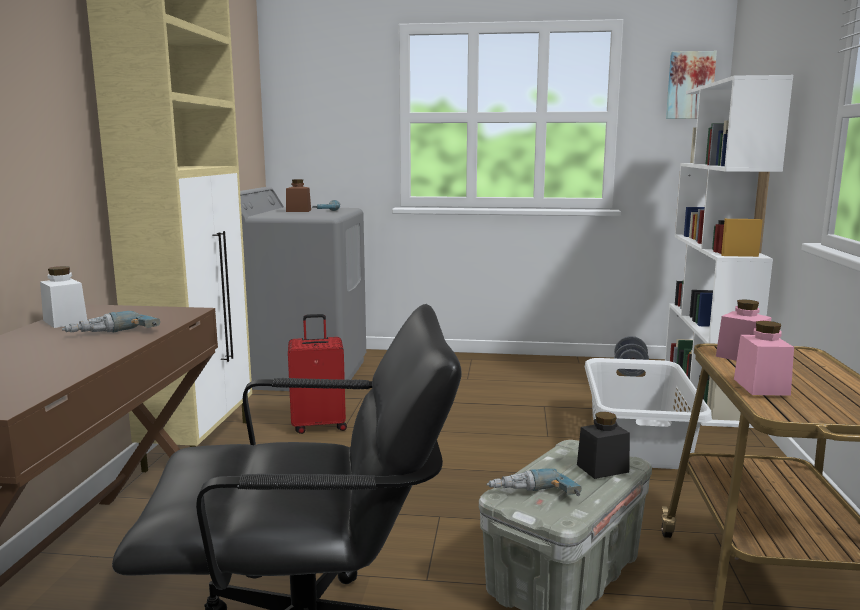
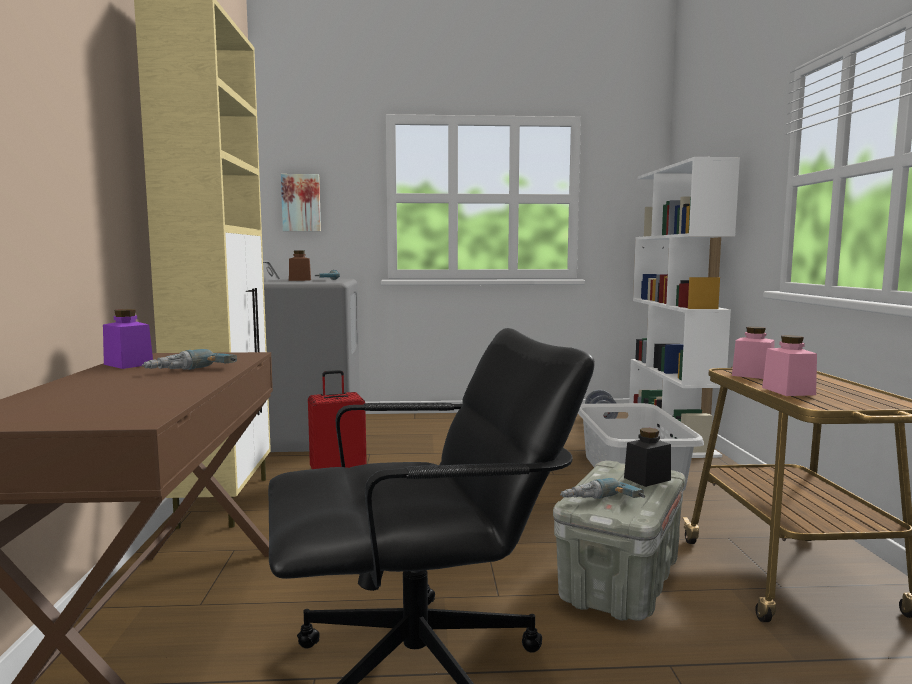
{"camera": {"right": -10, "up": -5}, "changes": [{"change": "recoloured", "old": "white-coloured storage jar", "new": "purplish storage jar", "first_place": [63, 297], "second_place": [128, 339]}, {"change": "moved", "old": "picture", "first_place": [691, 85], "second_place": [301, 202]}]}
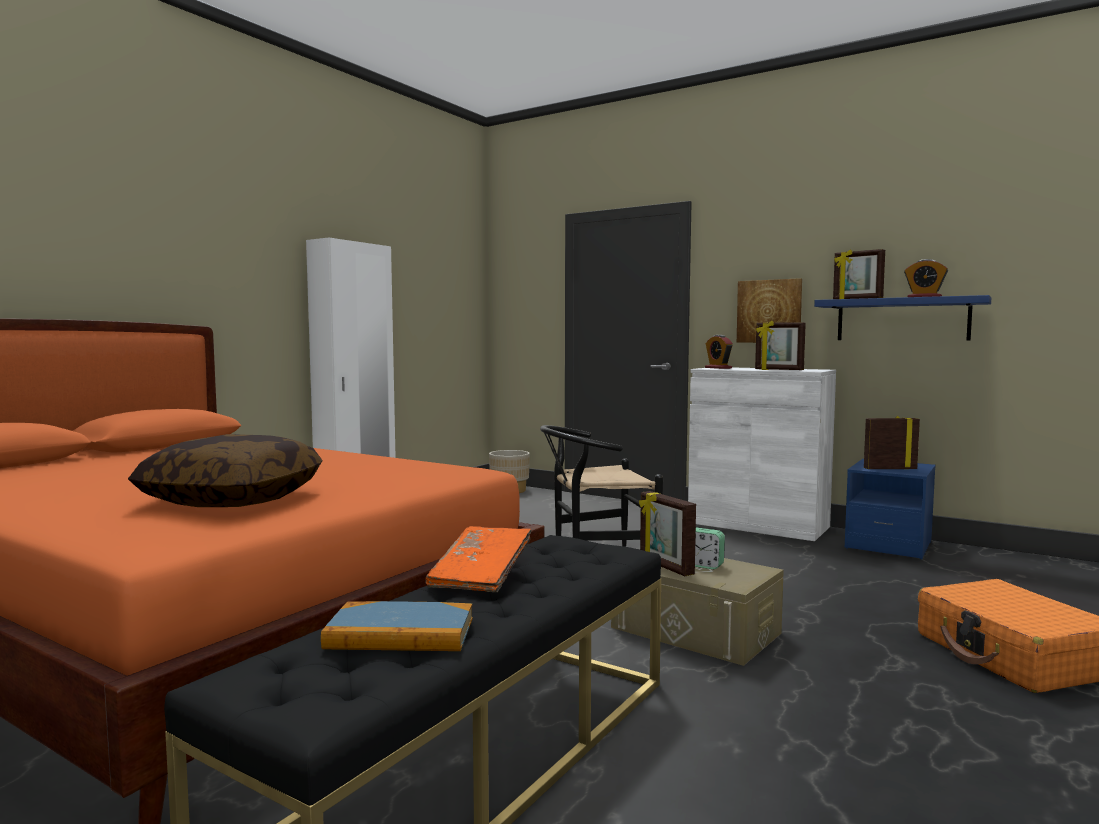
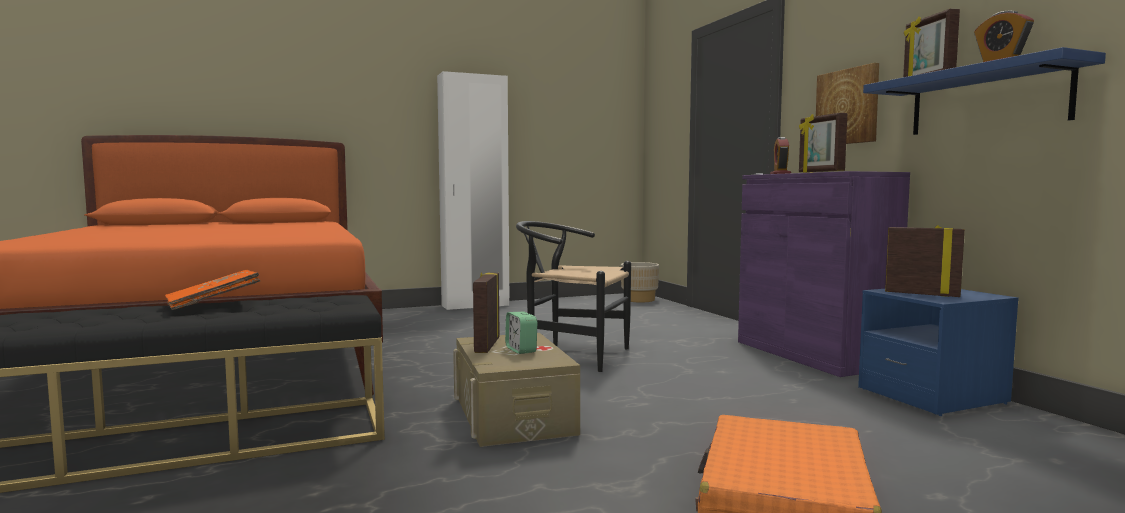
{"camera": {"right": 35, "up": 0}, "changes": [{"change": "removed", "old": "throw pillow", "first_place": [225, 470]}, {"change": "removed", "old": "volume", "first_place": [397, 626]}, {"change": "recoloured", "old": "white-coloured cupboard", "new": "purplish cupboard", "first_place": [762, 454], "second_place": [824, 274]}]}
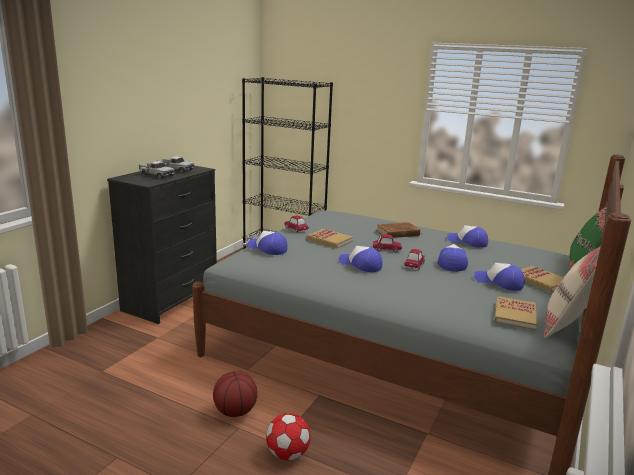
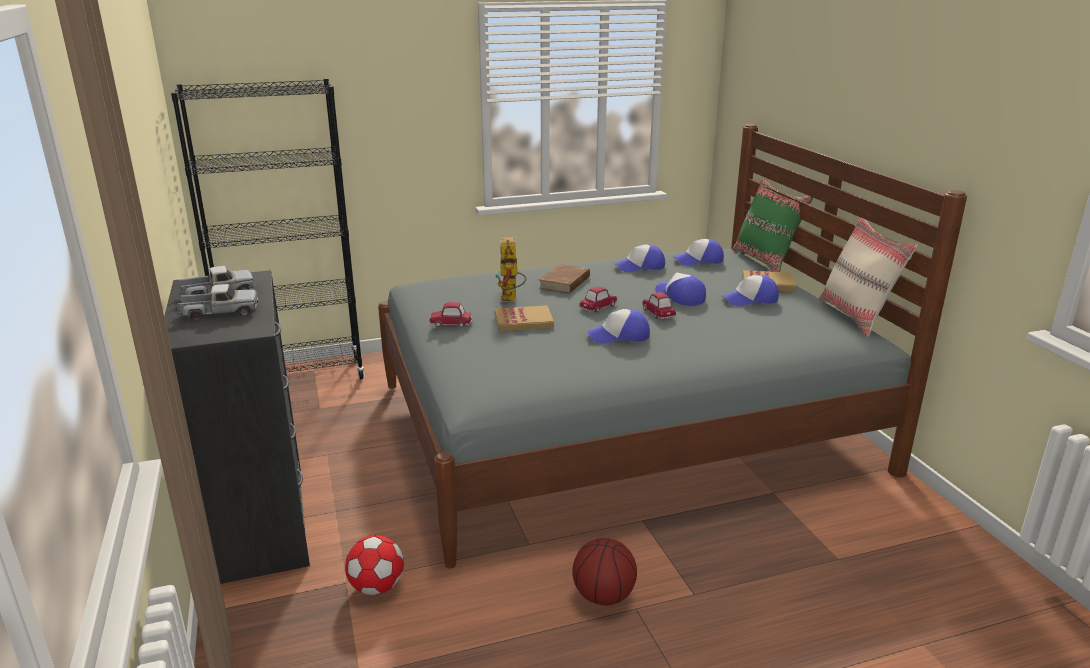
{"camera": {"right": -45, "up": 5}, "changes": [{"change": "moved", "old": "cap", "first_place": [267, 243], "second_place": [699, 252]}, {"change": "moved", "old": "ball for football", "first_place": [288, 437], "second_place": [374, 565]}, {"change": "removed", "old": "volume", "first_place": [516, 313]}, {"change": "added", "new": "robot figure", "second_place": [510, 269]}]}
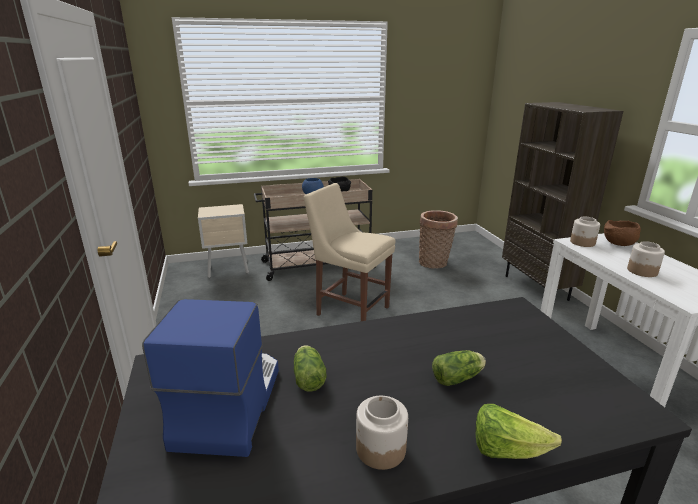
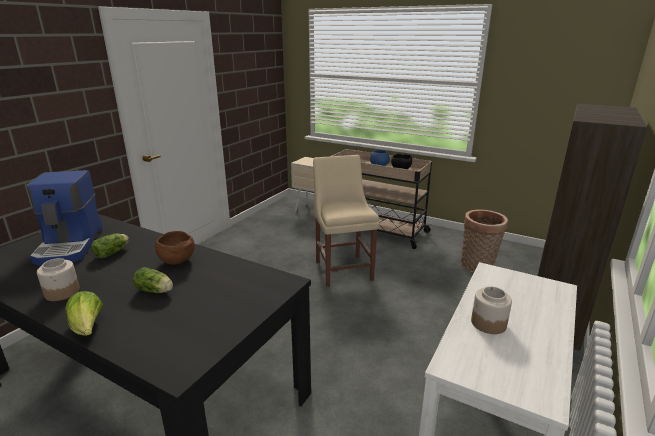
{"camera": {"right": 45, "up": 0}, "changes": [{"change": "turned", "old": "coffee maker", "first_place": [210, 378], "second_place": [65, 218], "degrees": 120}, {"change": "removed", "old": "storage jar", "first_place": [585, 232]}, {"change": "moved", "old": "brown-coloured serving bowl", "first_place": [622, 233], "second_place": [175, 248]}]}
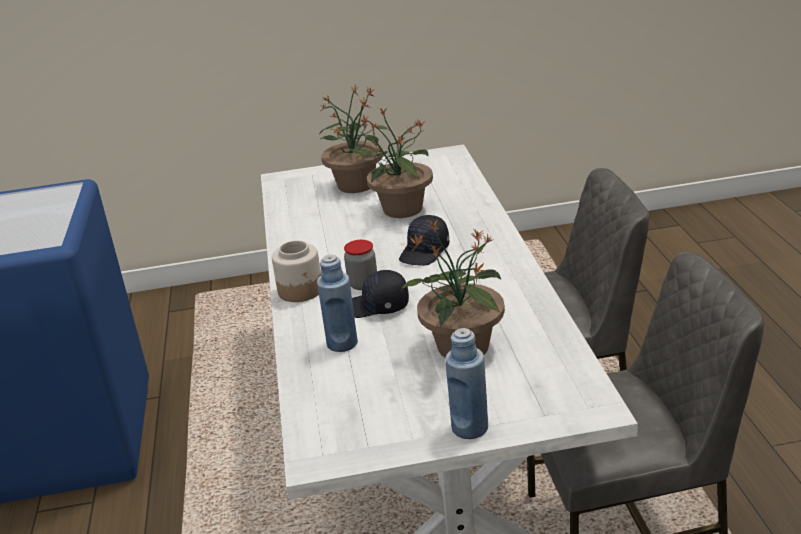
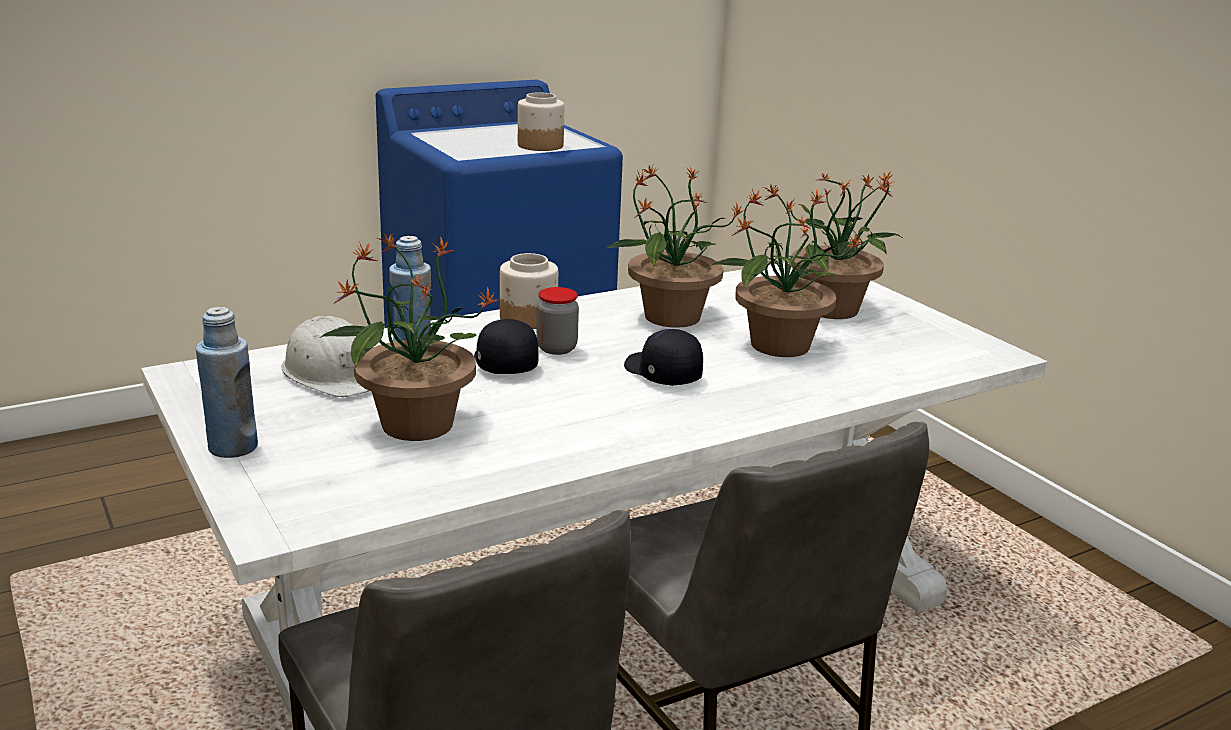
{"camera": {"right": 65, "up": -5}, "changes": [{"change": "turned", "old": "black cap", "first_place": [424, 240], "second_place": [663, 357], "degrees": 45}, {"change": "added", "new": "white-coloured hard hat", "second_place": [325, 356]}, {"change": "added", "new": "storage jar", "second_place": [541, 121]}, {"change": "added", "new": "potted plant", "second_place": [675, 246]}]}
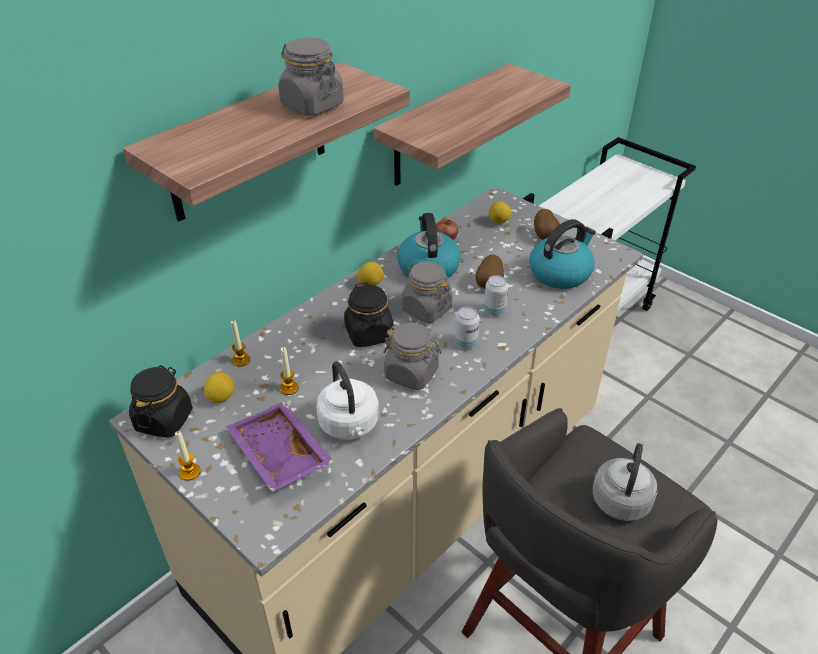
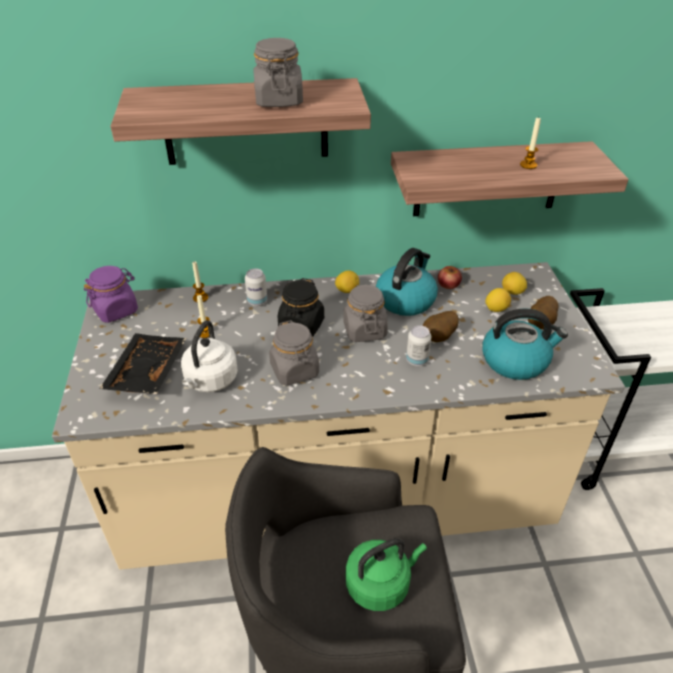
{"camera": {"right": 40, "up": 0}, "changes": [{"change": "recoloured", "old": "black storage jar", "new": "purplish storage jar", "first_place": [161, 401], "second_place": [111, 294]}, {"change": "moved", "old": "wax candle", "first_place": [188, 456], "second_place": [530, 143]}, {"change": "moved", "old": "whole lemon", "first_place": [219, 387], "second_place": [498, 300]}, {"change": "recoloured", "old": "purplish tray", "new": "black tray", "first_place": [280, 447], "second_place": [142, 363]}, {"change": "moved", "old": "can", "first_place": [467, 327], "second_place": [256, 287]}, {"change": "recoloured", "old": "greyish tea kettle", "new": "greenish tea kettle", "first_place": [624, 481], "second_place": [386, 574]}]}
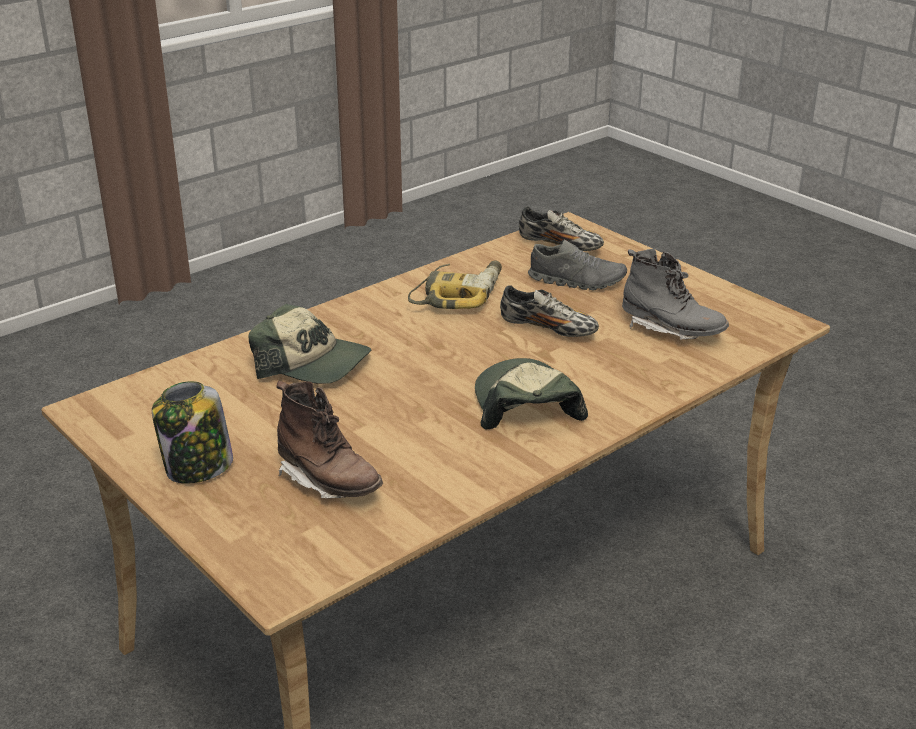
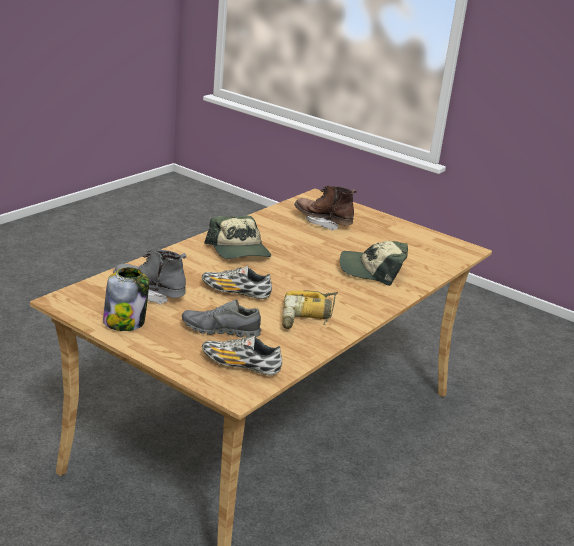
{"camera": {"right": 165, "up": -5}, "changes": [{"change": "moved", "old": "storage jar", "first_place": [192, 432], "second_place": [126, 299]}]}
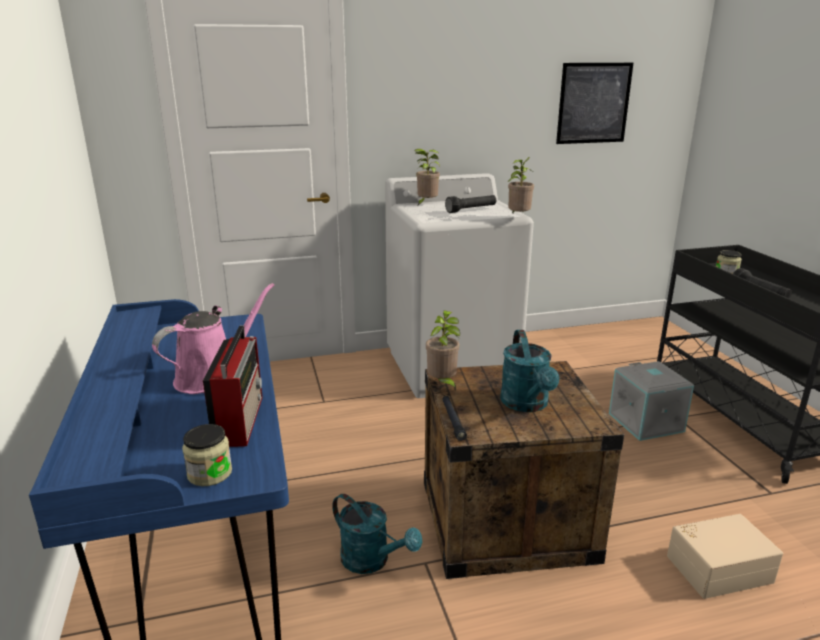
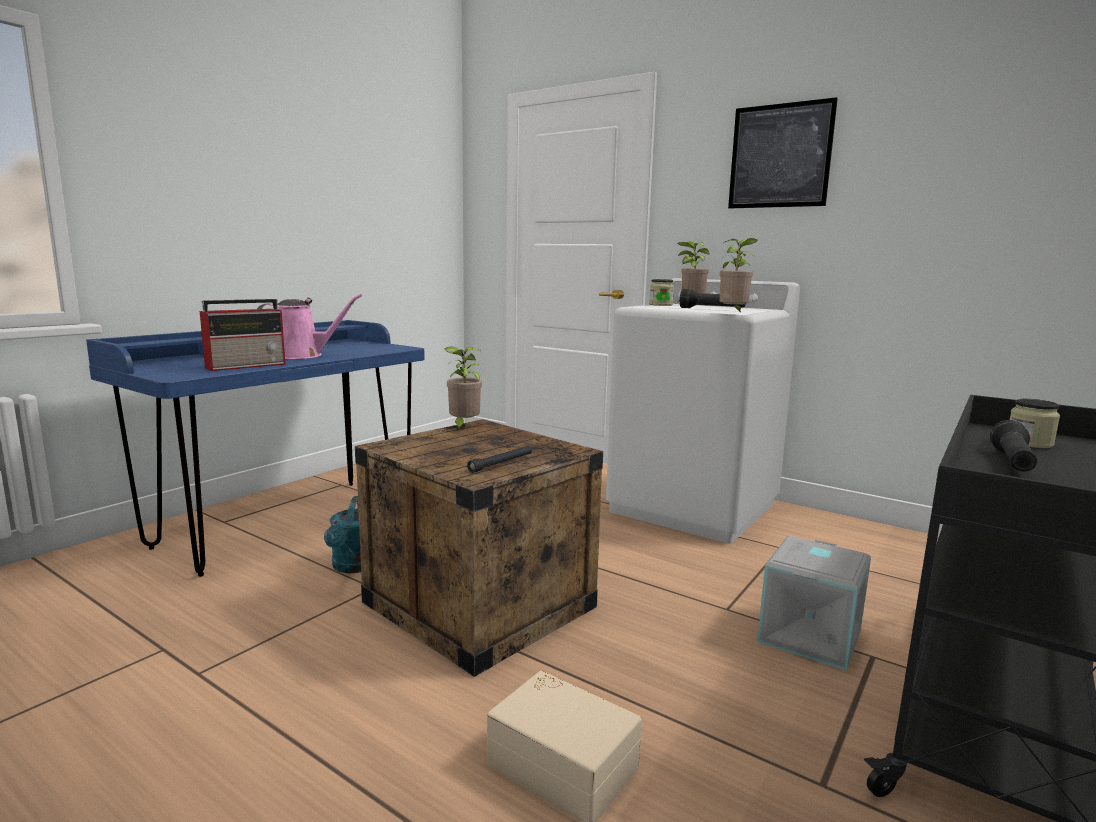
{"camera": {"right": 50, "up": -10}, "changes": [{"change": "moved", "old": "storage jar", "first_place": [207, 455], "second_place": [661, 292]}, {"change": "moved", "old": "black torch", "first_place": [454, 418], "second_place": [499, 459]}, {"change": "removed", "old": "turquoise watering can", "first_place": [530, 371]}, {"change": "moved", "old": "picture", "first_place": [594, 103], "second_place": [783, 153]}]}
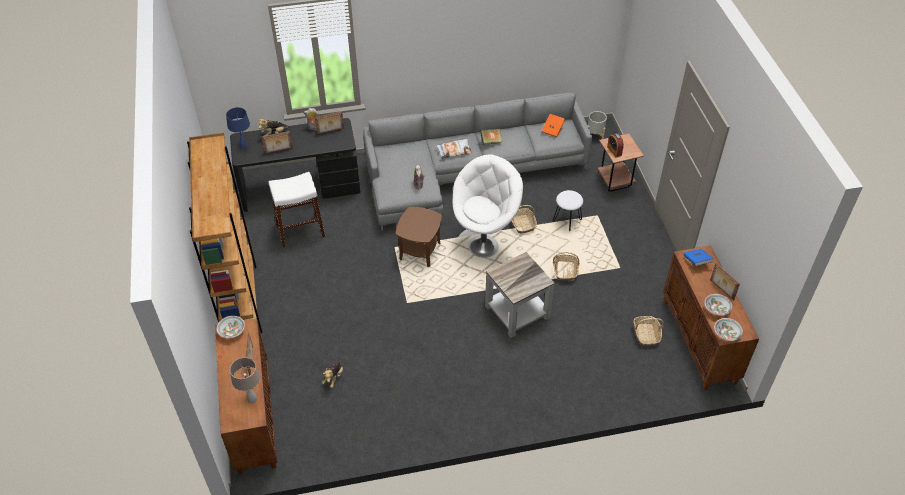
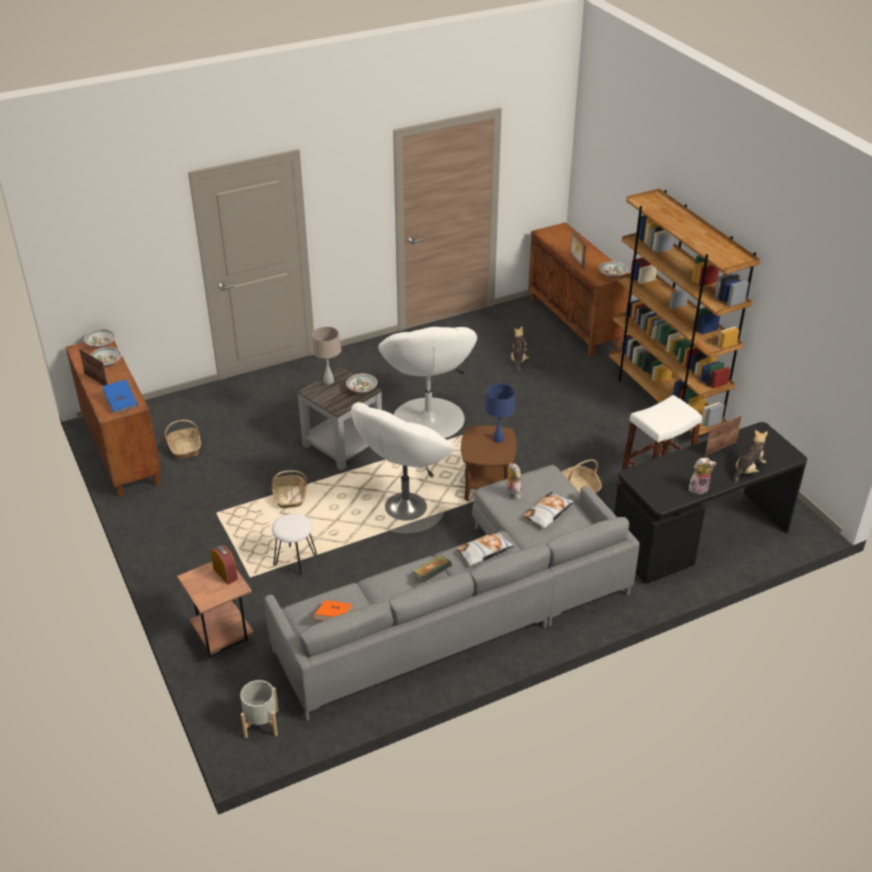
{"camera": {"right": 165, "up": -10}, "changes": [{"change": "moved", "old": "blue-coloured lamp for a table", "first_place": [238, 128], "second_place": [500, 413]}, {"change": "moved", "old": "sand-coloured lamp for a table", "first_place": [245, 380], "second_place": [326, 355]}, {"change": "removed", "old": "standing frame", "first_place": [329, 123]}, {"change": "moved", "old": "basket", "first_place": [524, 219], "second_place": [582, 476]}, {"change": "added", "new": "serving bowl", "second_place": [361, 383]}, {"change": "added", "new": "white-coloured easy chair", "second_place": [427, 382]}, {"change": "added", "new": "throw pillow", "second_place": [548, 510]}]}
